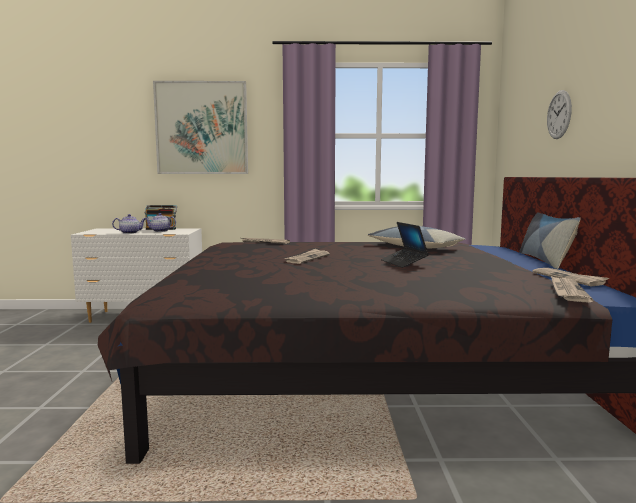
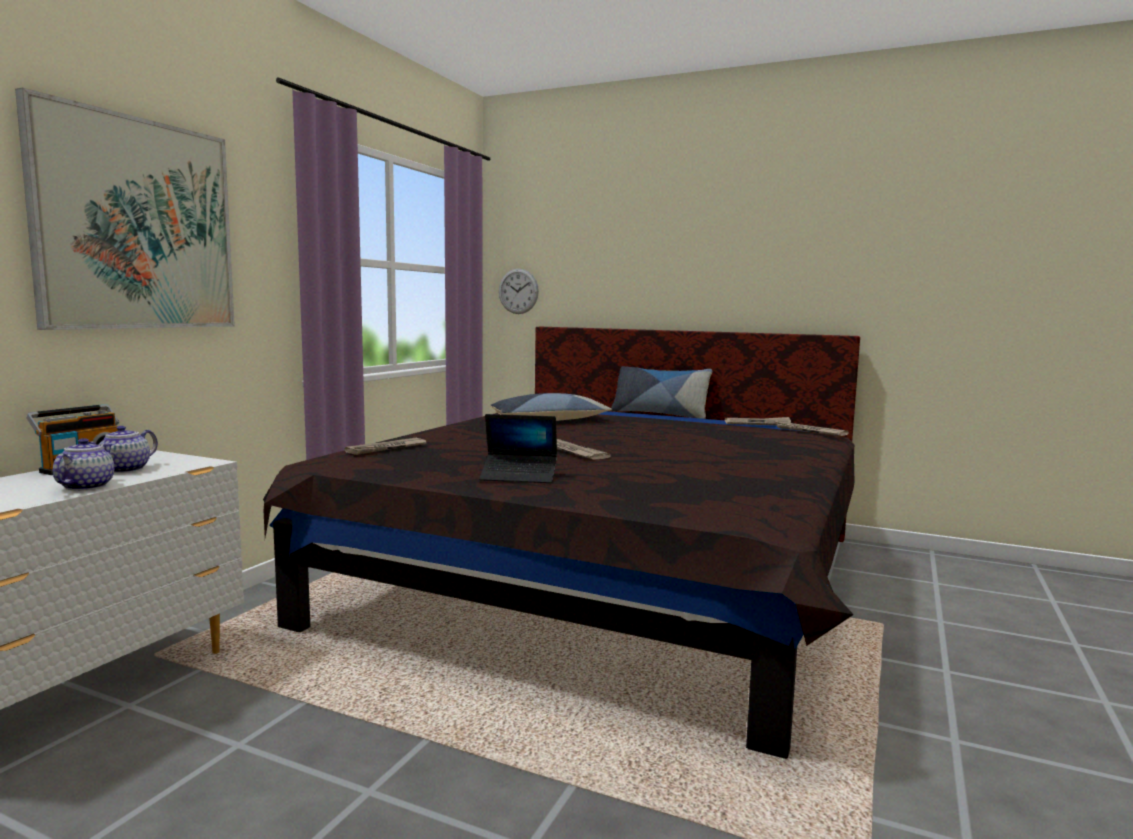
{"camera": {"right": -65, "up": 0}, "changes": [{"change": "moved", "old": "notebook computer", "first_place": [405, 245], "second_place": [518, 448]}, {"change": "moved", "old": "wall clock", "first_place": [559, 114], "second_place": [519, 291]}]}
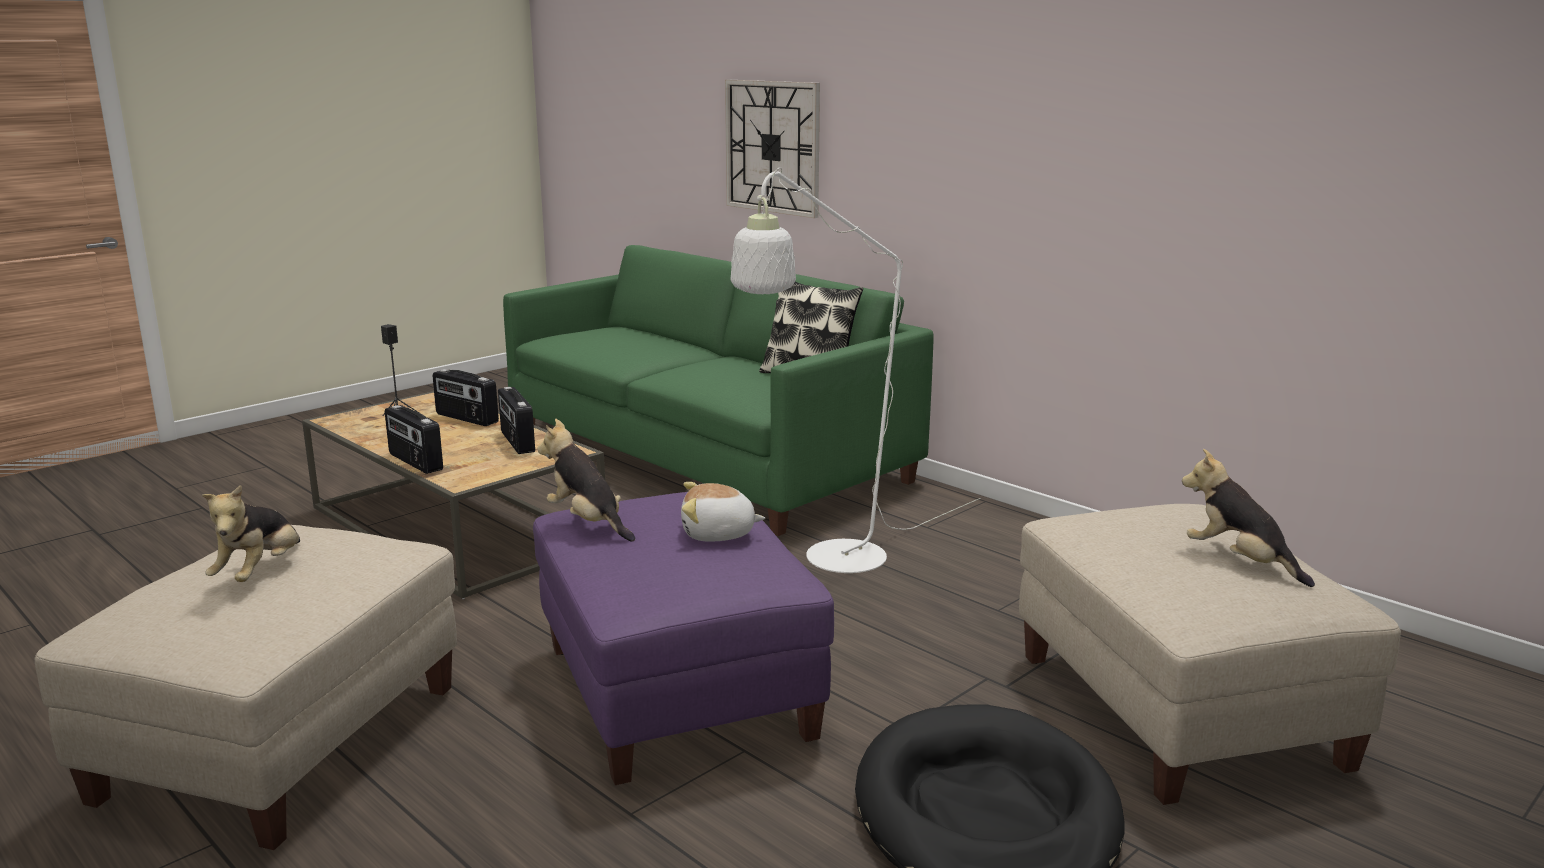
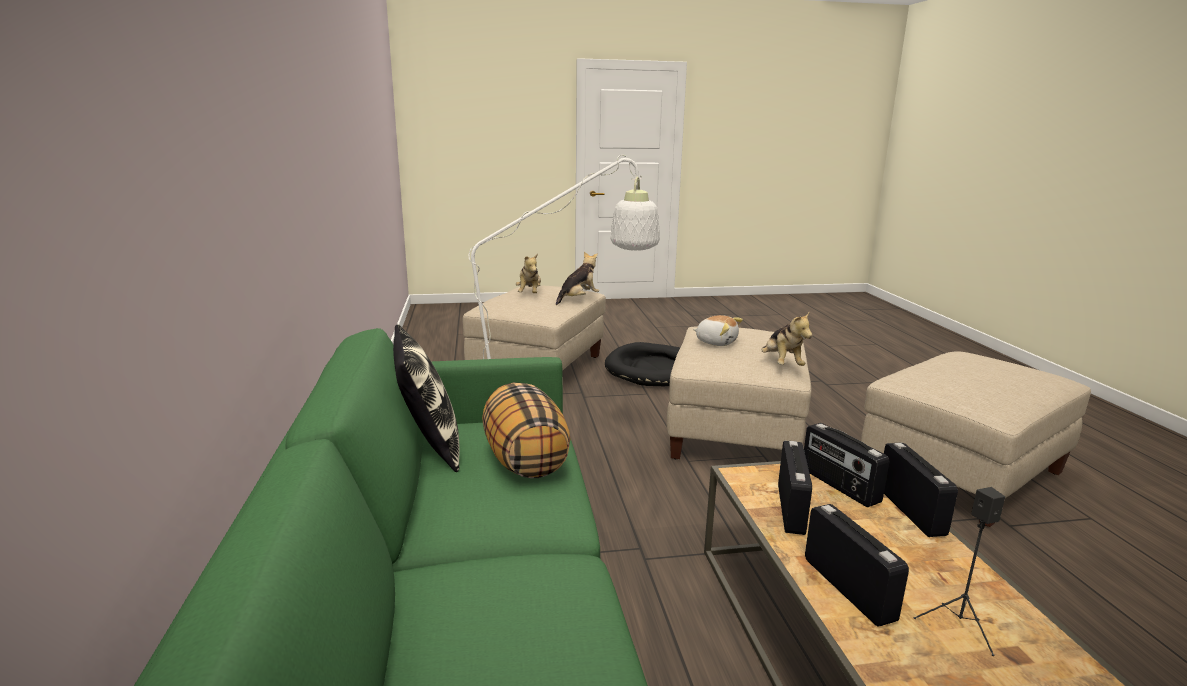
{"camera": {"right": -145, "up": 0}, "changes": [{"change": "moved", "old": "cuddly toy", "first_place": [251, 533], "second_place": [577, 278]}, {"change": "recoloured", "old": "purplish ottoman", "new": "sand-coloured ottoman", "first_place": [683, 638], "second_place": [739, 392]}, {"change": "removed", "old": "wall clock", "first_place": [772, 149]}, {"change": "added", "new": "throw pillow", "second_place": [526, 430]}, {"change": "added", "new": "radio set", "second_place": [846, 465]}]}
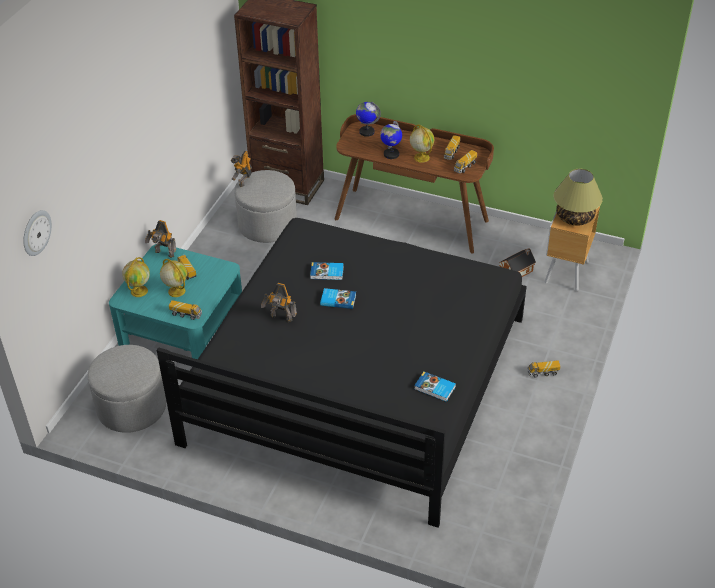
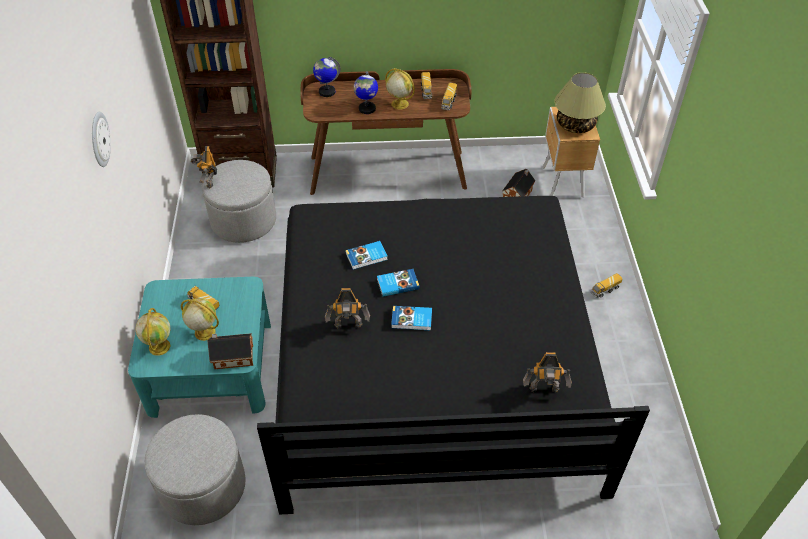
{"camera": {"right": -25, "up": 5}, "changes": [{"change": "moved", "old": "wall clock", "first_place": [37, 233], "second_place": [101, 139]}, {"change": "moved", "old": "robot figure", "first_place": [160, 239], "second_place": [547, 372]}, {"change": "replaced", "old": "toy truck", "new": "model house", "first_place": [185, 310], "second_place": [230, 351]}, {"change": "moved", "old": "volume", "first_place": [435, 387], "second_place": [411, 318]}]}
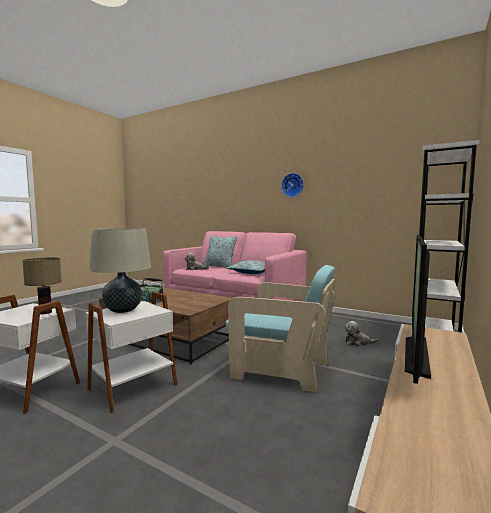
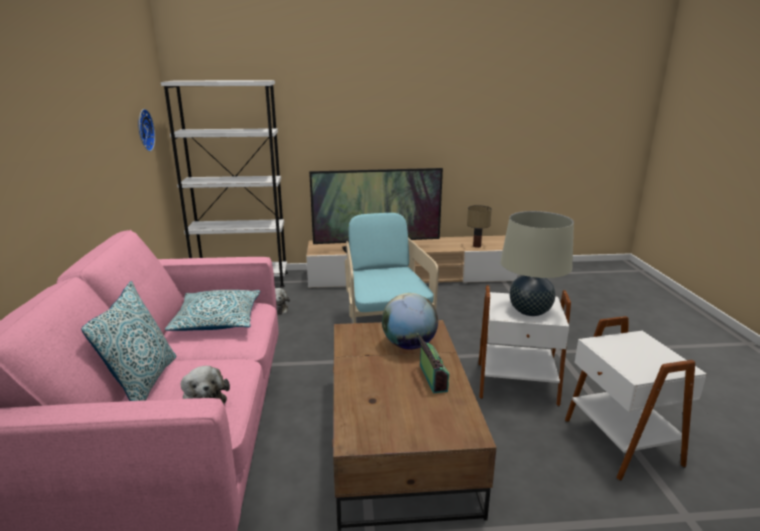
{"camera": {"right": -125, "up": 15}, "changes": [{"change": "moved", "old": "lamp for a table", "first_place": [42, 285], "second_place": [479, 226]}, {"change": "moved", "old": "wall clock", "first_place": [292, 185], "second_place": [146, 130]}, {"change": "added", "new": "world globe", "second_place": [410, 321]}]}
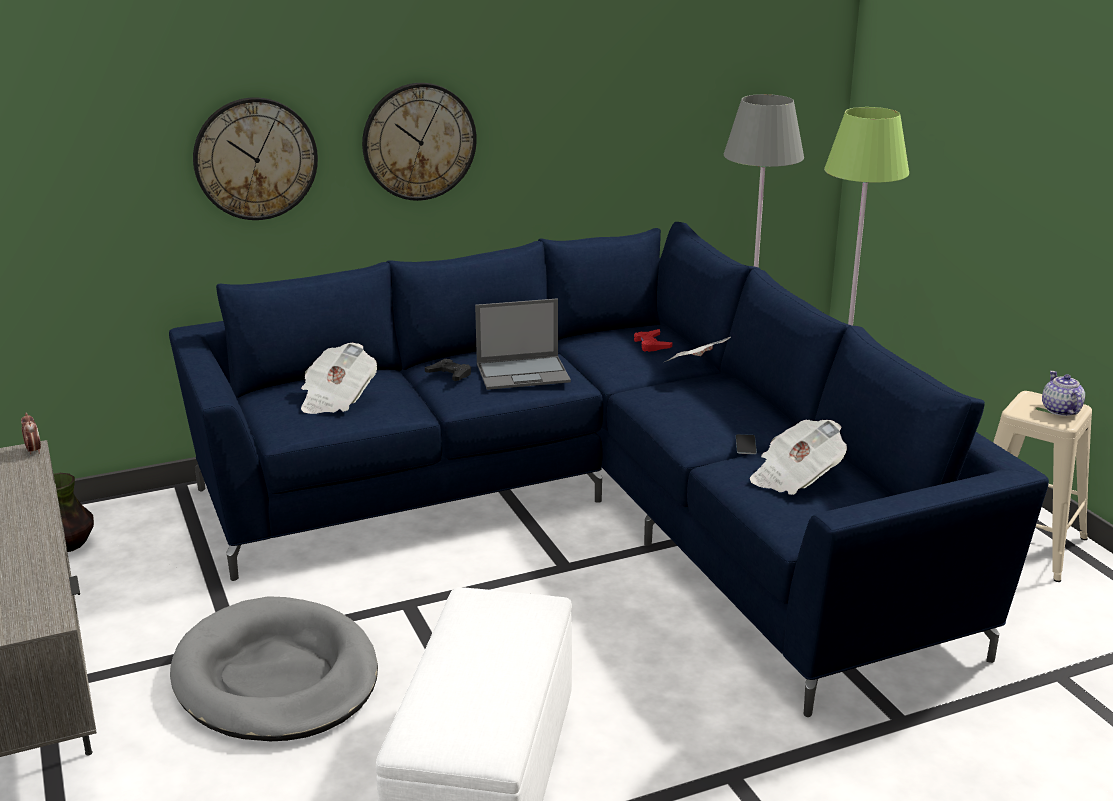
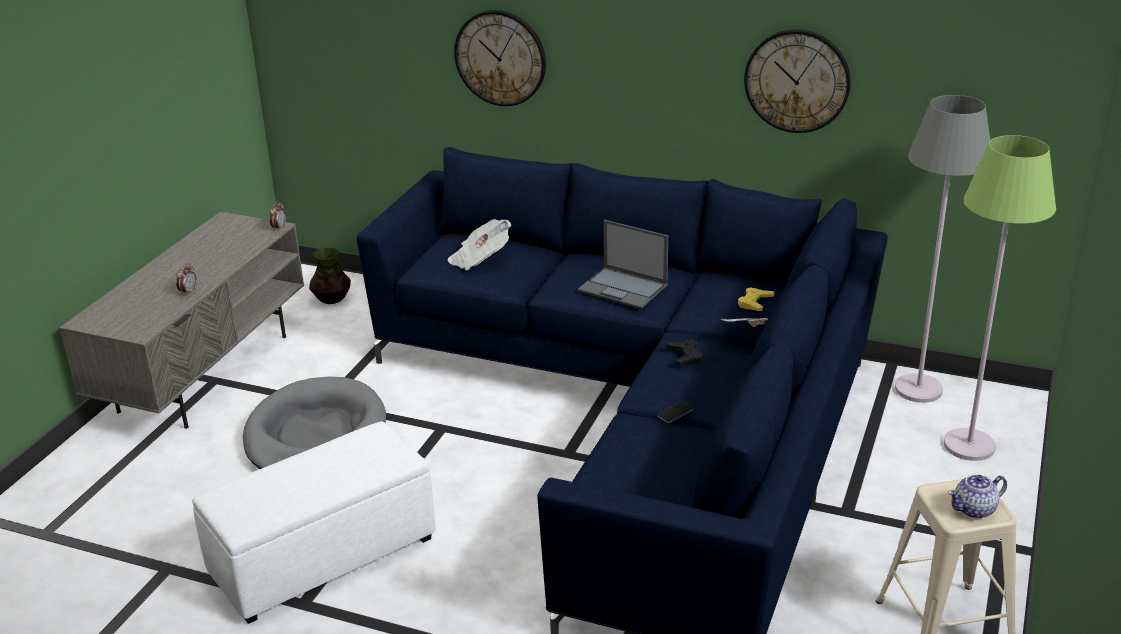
{"camera": {"right": 45, "up": 5}, "changes": [{"change": "moved", "old": "wall clock", "first_place": [419, 142], "second_place": [797, 81]}, {"change": "moved", "old": "black gamepad", "first_place": [448, 370], "second_place": [685, 353]}, {"change": "recoloured", "old": "reddish gamepad", "new": "yellowish gamepad", "first_place": [653, 340], "second_place": [756, 299]}, {"change": "removed", "old": "printed paper", "first_place": [798, 457]}, {"change": "turned", "old": "pot for tea", "first_place": [1063, 393], "second_place": [977, 496], "degrees": -150}, {"change": "added", "new": "bedside clock", "second_place": [186, 279]}]}
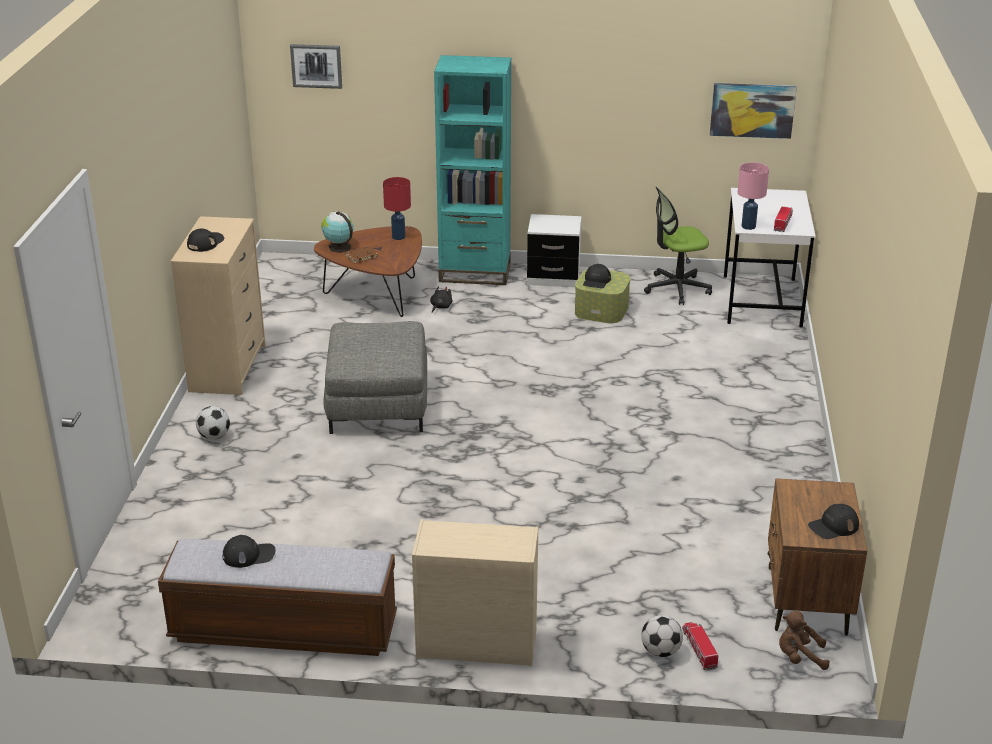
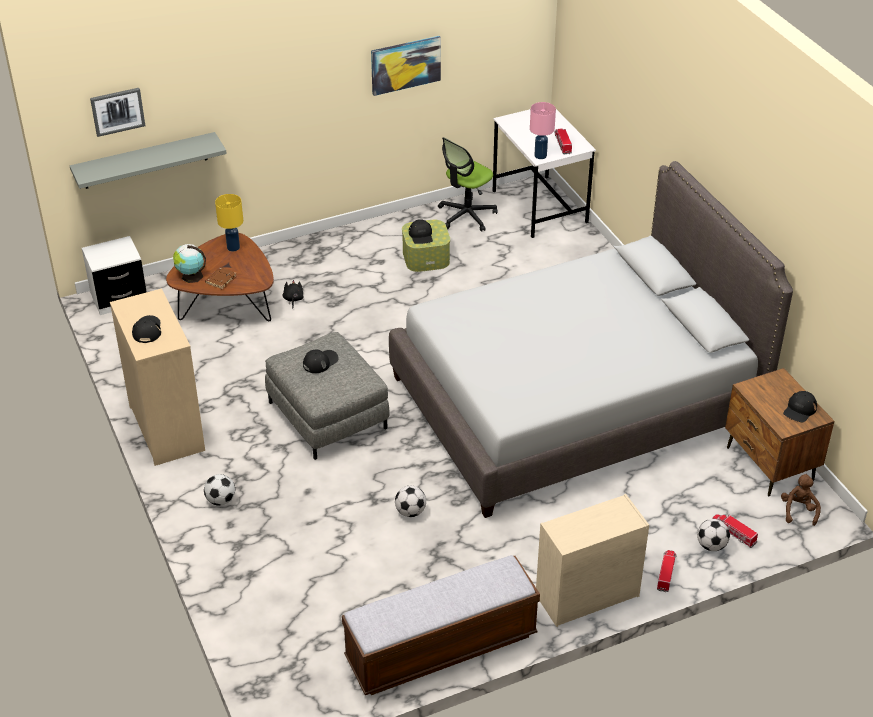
{"camera": {"right": -30, "up": 10}, "changes": [{"change": "moved", "old": "black cap", "first_place": [248, 551], "second_place": [321, 361]}, {"change": "recoloured", "old": "reddish lamp for a table", "new": "yellowish lamp for a table", "first_place": [397, 208], "second_place": [229, 223]}, {"change": "removed", "old": "turquoise bookshelf", "first_place": [473, 170]}, {"change": "moved", "old": "white-coloured nightstand", "first_place": [554, 250], "second_place": [114, 275]}, {"change": "moved", "old": "picture", "first_place": [753, 111], "second_place": [406, 66]}, {"change": "turned", "old": "brown-coloured cuddly toy", "first_place": [804, 640], "second_place": [801, 500], "degrees": 120}, {"change": "added", "new": "greyish shelf", "second_place": [148, 160]}, {"change": "added", "new": "greyish sleeping bed", "second_place": [591, 339]}, {"change": "added", "new": "ball for football", "second_place": [410, 501]}, {"change": "added", "new": "toy truck", "second_place": [667, 571]}]}
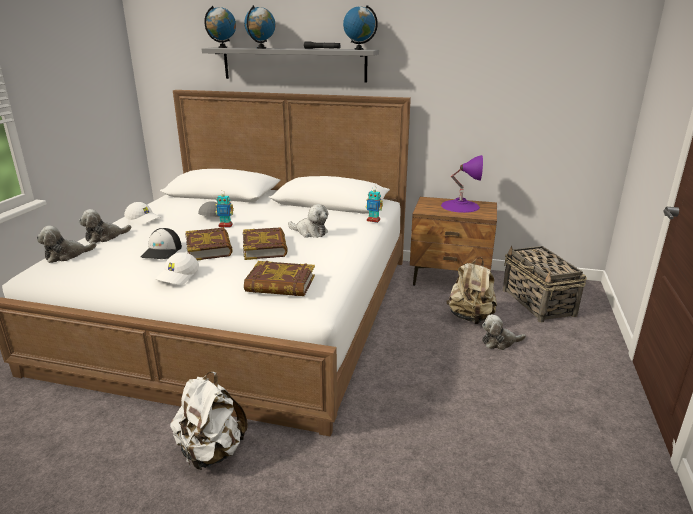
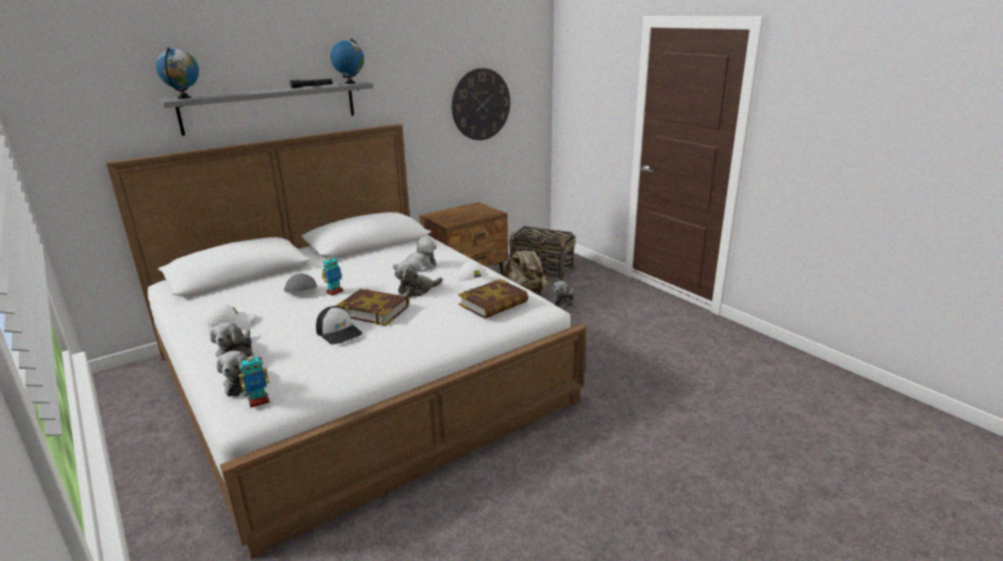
{"camera": {"right": -50, "up": 0}, "changes": [{"change": "moved", "old": "white-coloured cap", "first_place": [177, 268], "second_place": [474, 276]}, {"change": "removed", "old": "white-coloured backpack", "first_place": [209, 421]}, {"change": "replaced", "old": "volume", "new": "cuddly toy", "first_place": [265, 243], "second_place": [418, 279]}, {"change": "removed", "old": "world globe", "first_place": [259, 27]}, {"change": "moved", "old": "robot figure", "first_place": [374, 204], "second_place": [254, 380]}, {"change": "removed", "old": "purplish lamp for a table", "first_place": [462, 184]}, {"change": "added", "new": "wall clock", "second_place": [481, 104]}]}
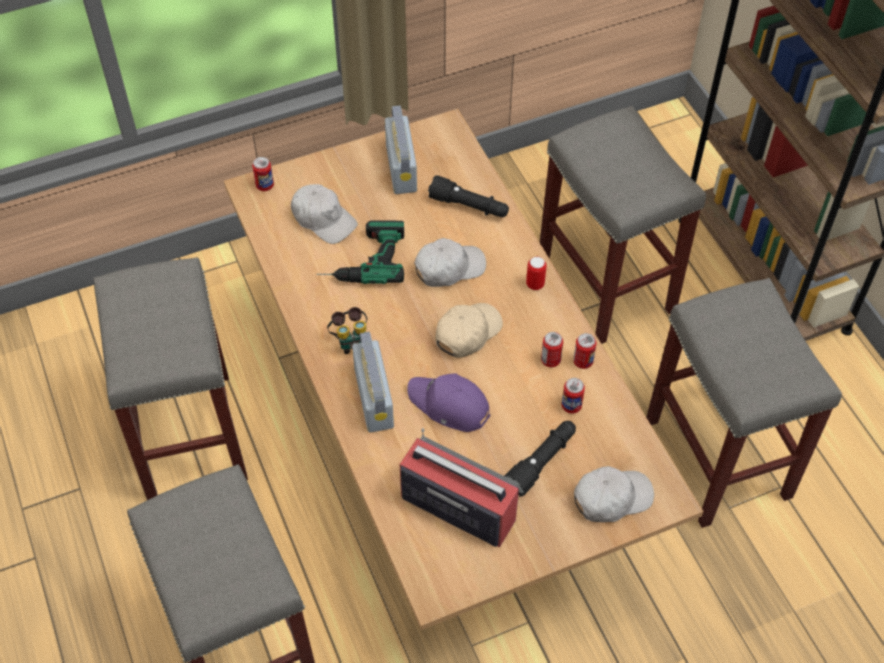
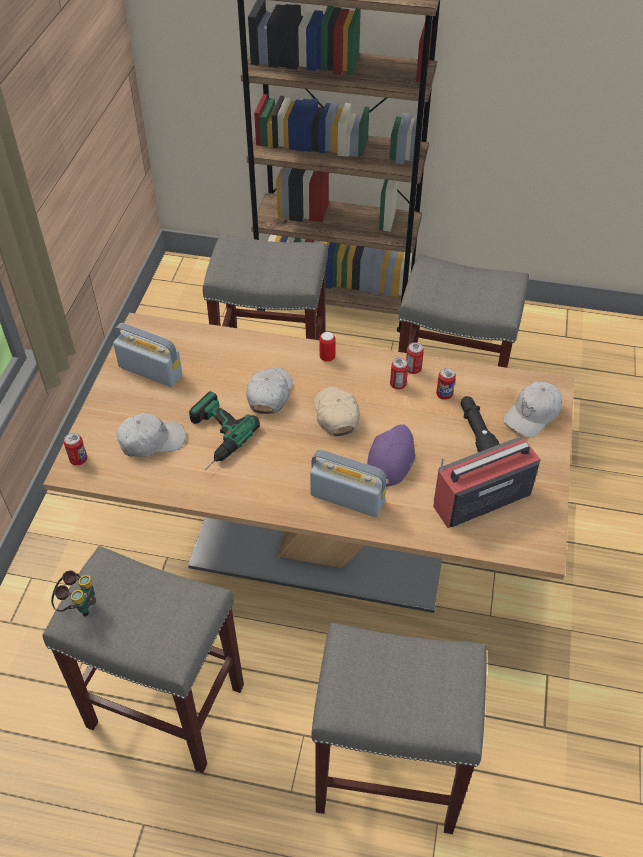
{"camera": {"right": -55, "up": -5}, "changes": [{"change": "moved", "old": "field glasses", "first_place": [347, 330], "second_place": [73, 594]}, {"change": "turned", "old": "purplish cap", "first_place": [449, 402], "second_place": [391, 455], "degrees": 135}, {"change": "removed", "old": "black torch", "first_place": [468, 196]}, {"change": "turned", "old": "white-coloured cap", "first_place": [614, 494], "second_place": [532, 410], "degrees": -150}]}
